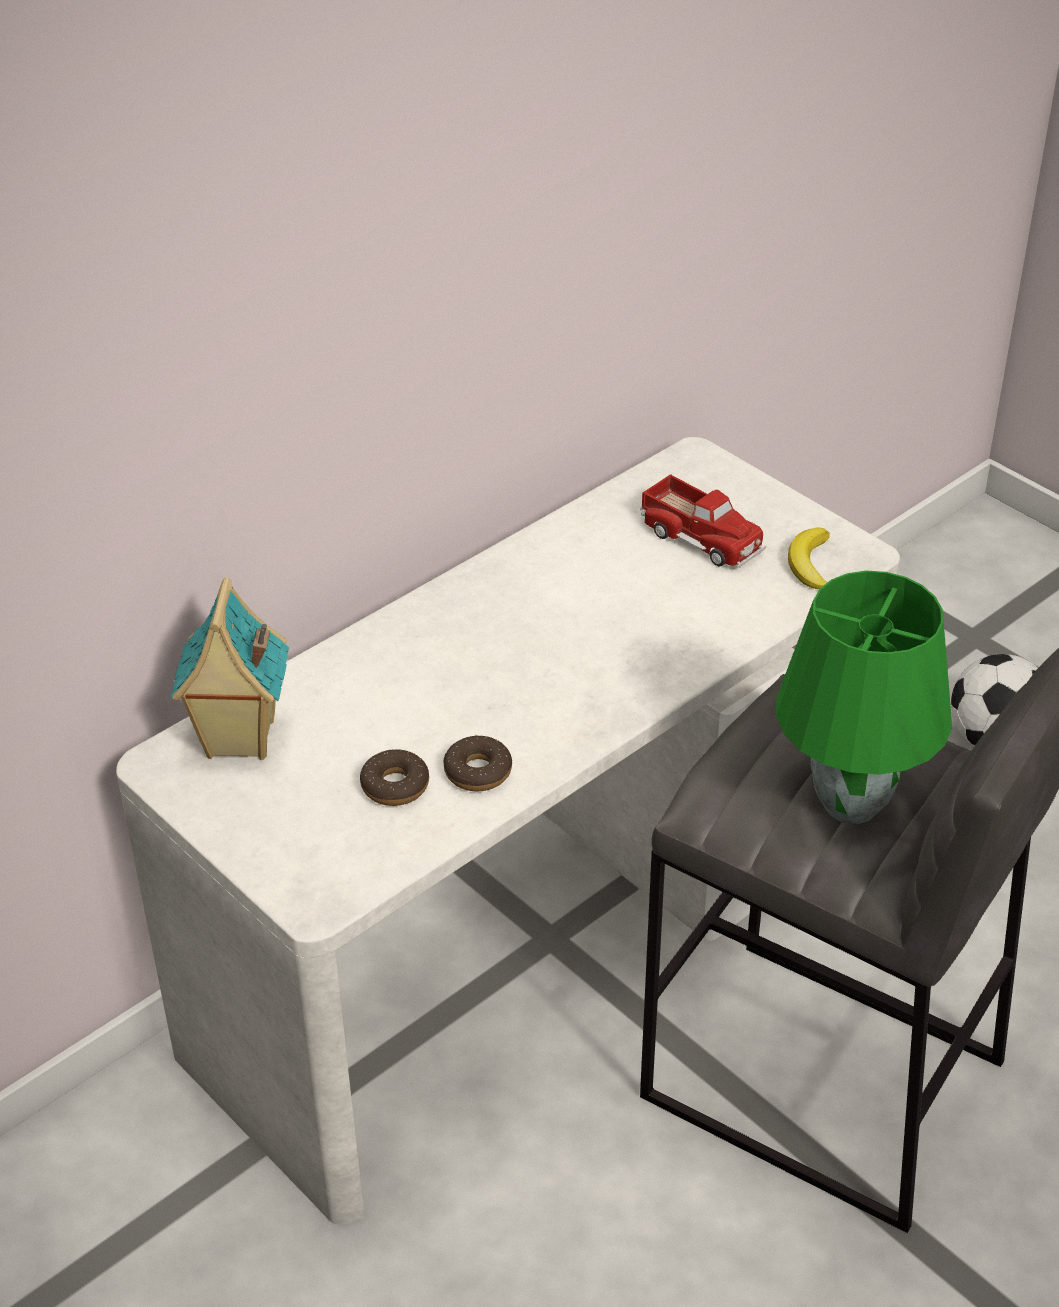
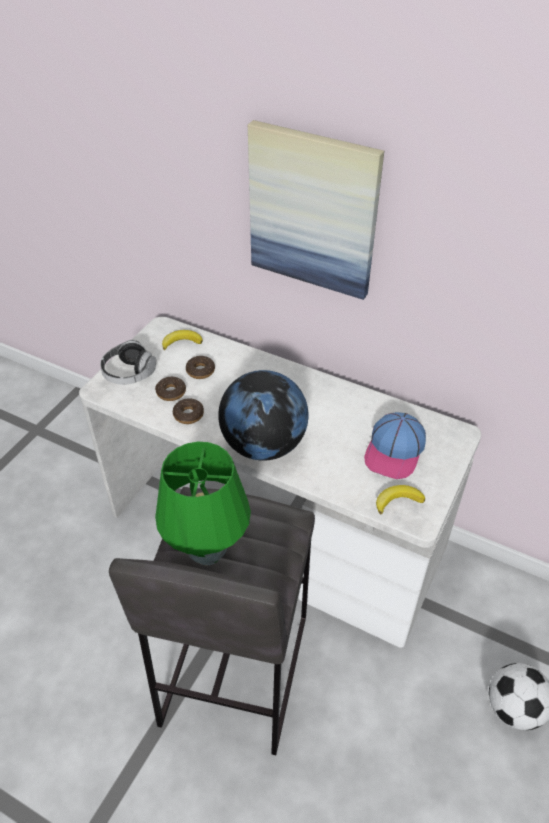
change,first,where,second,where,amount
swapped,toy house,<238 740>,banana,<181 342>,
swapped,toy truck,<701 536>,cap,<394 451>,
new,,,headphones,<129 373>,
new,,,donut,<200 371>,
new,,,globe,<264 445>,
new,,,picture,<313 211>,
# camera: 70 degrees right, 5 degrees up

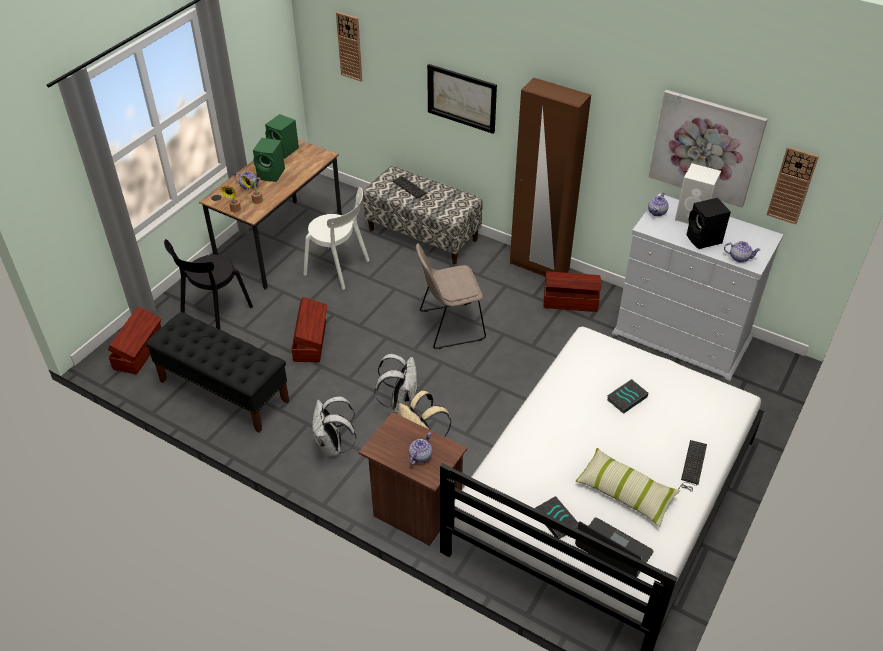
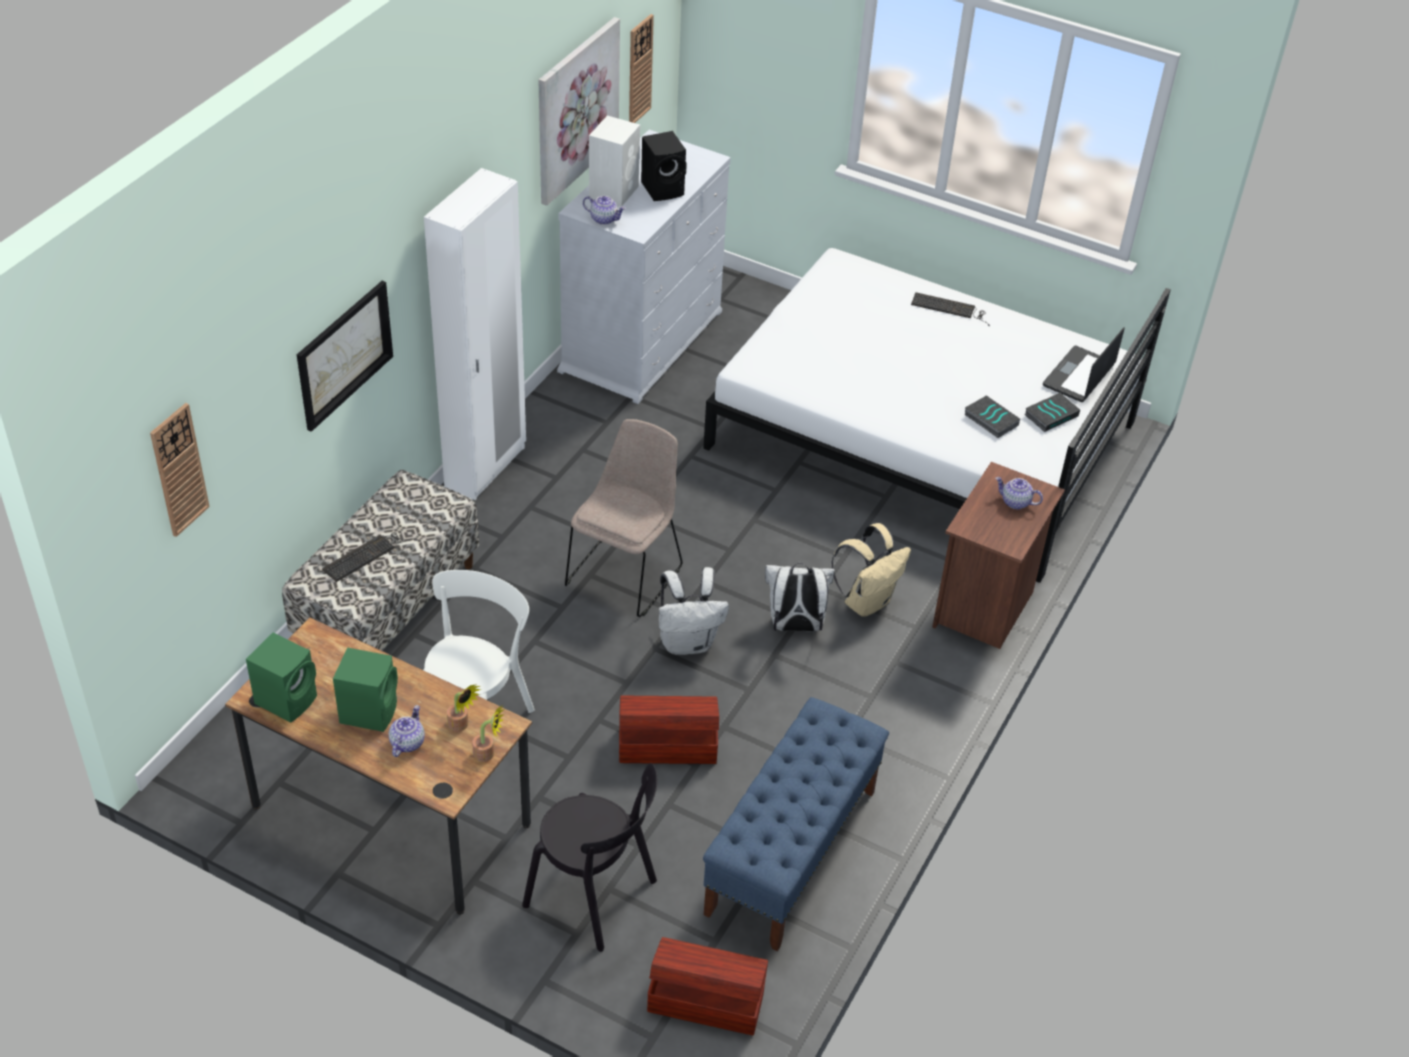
change,first,where,second,where,amount
repainted,black bench,<223 391>,blue bench,<791 852>,
shifted,white backpack,<333 447>,,<688 642>,
rotated,beige chair,<449 326>,,<625 573>,135 degrees counterclockwise
repainted,brown wardrobe,<539 267>,white wardrobe,<486 468>,
gone,brown storage box,<570 301>,,,
gone,pillow,<625 492>,,,
shifted,book,<626 398>,,<990 420>,
gone,teapot,<739 257>,,,
# camera: 95 degrees left, 0 degrees up

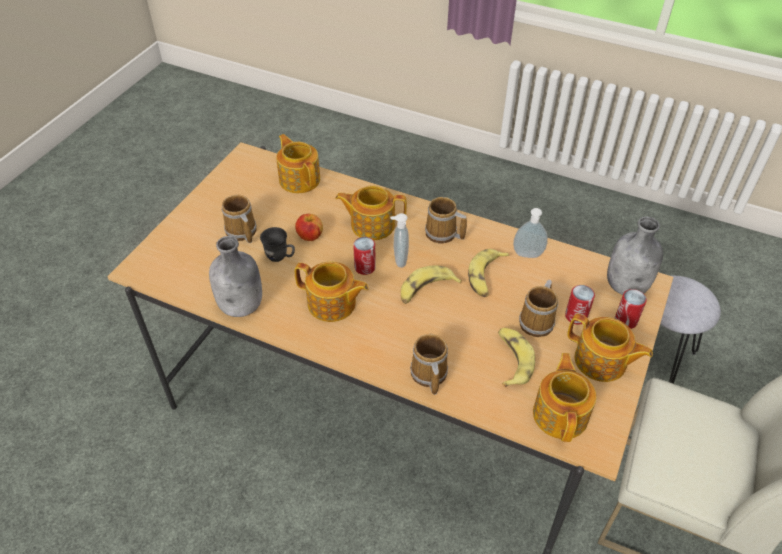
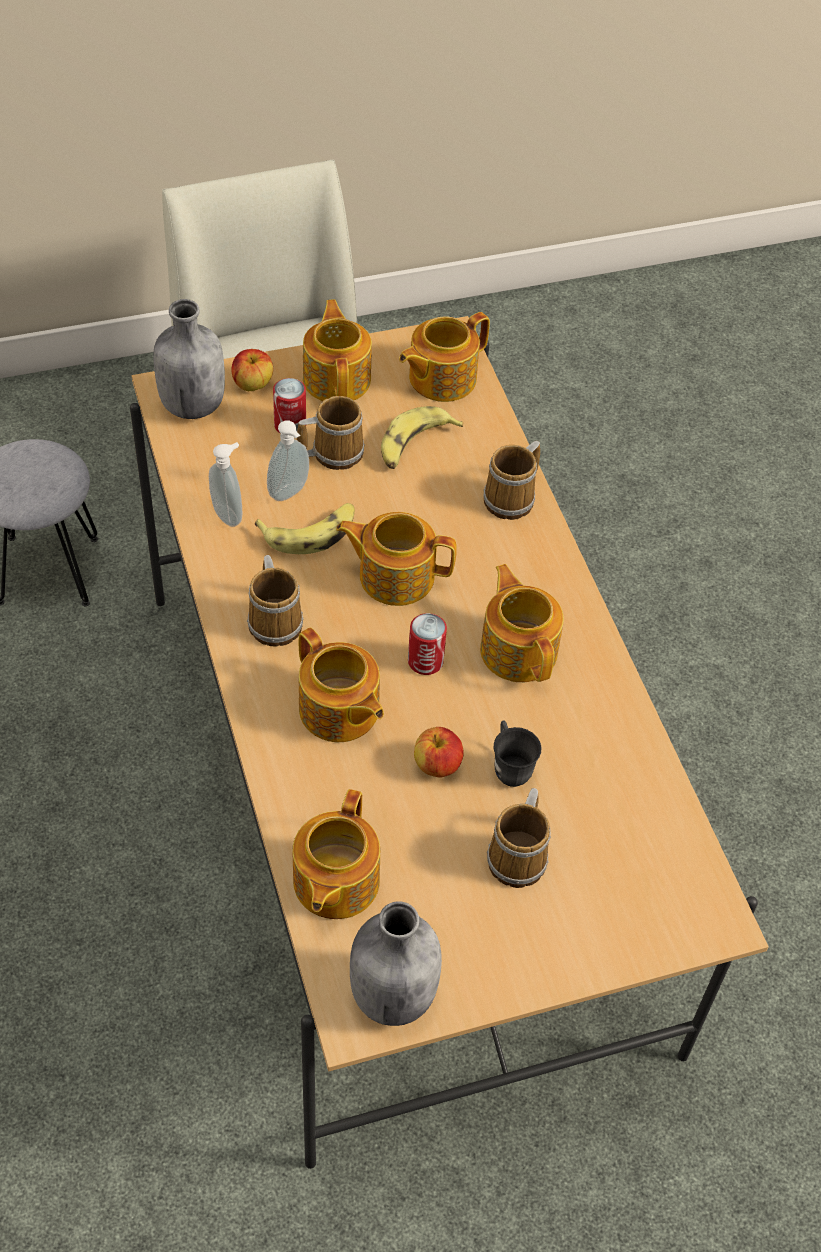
change,first,where,second,where,amount
shifted,grey bottle,<242 306>,,<391 994>,
shifted,soap dispenser,<399 260>,,<290 493>,
swapped,banana,<426 290>,teapot,<395 575>,
swapped,can,<626 320>,apple,<252 384>,
# camera: 135 degrees left, 5 degrees up

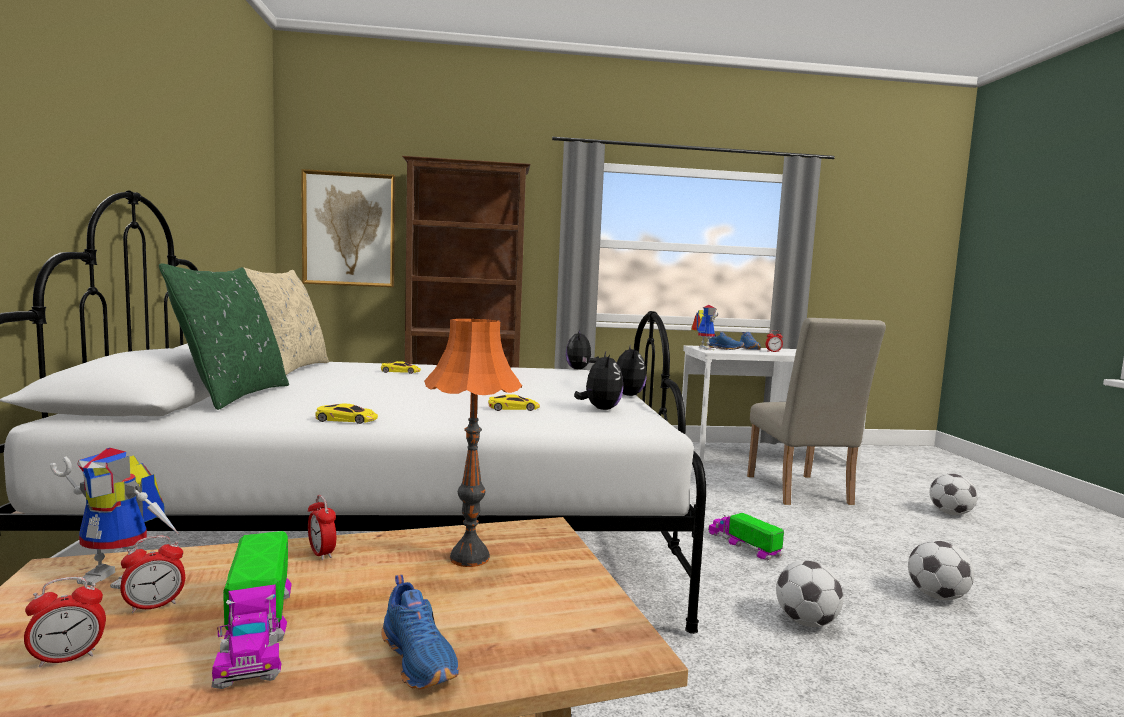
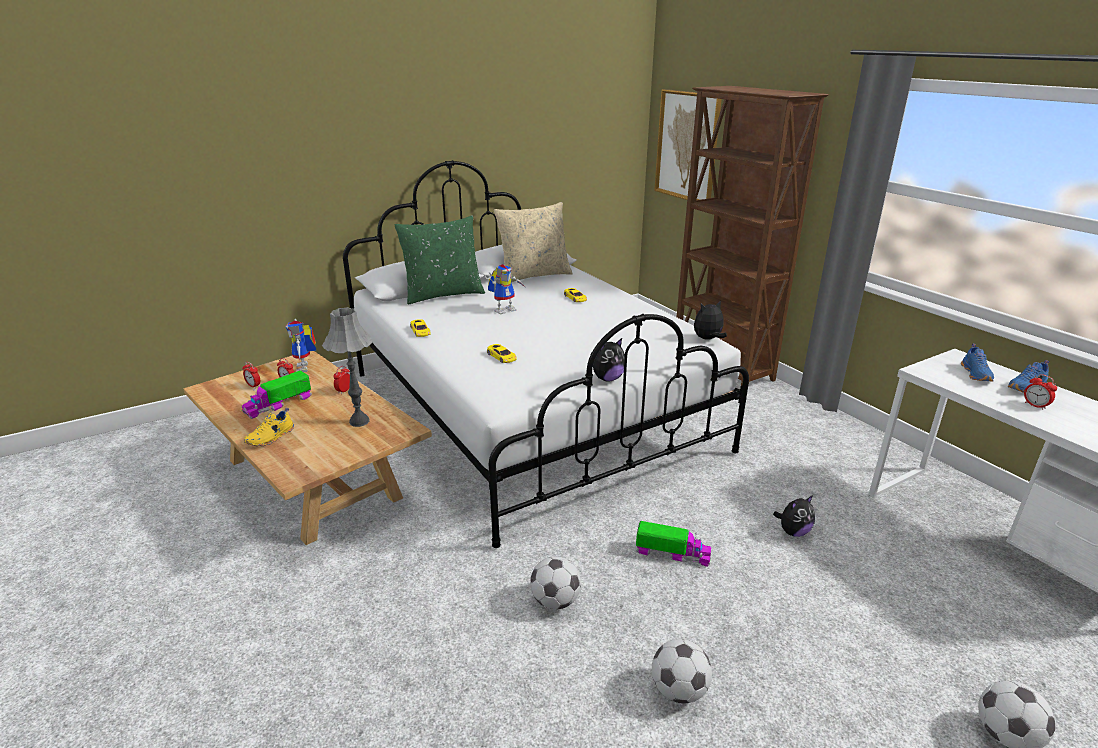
change,first,where,second,where,amount
repainted,blue shoe,<420 658>,yellow shoe,<271 438>,
repainted,orange table lamp,<469 558>,grey table lamp,<359 421>,
shifted,plush toy,<600 409>,,<793 532>,
shifted,toy robot,<702 349>,,<505 309>,
rotated,toy truck,<743 545>,,<672 553>,75 degrees clockwise
gone,beige chair,<801 492>,,,
# camera: 65 degrees right, 20 degrees up

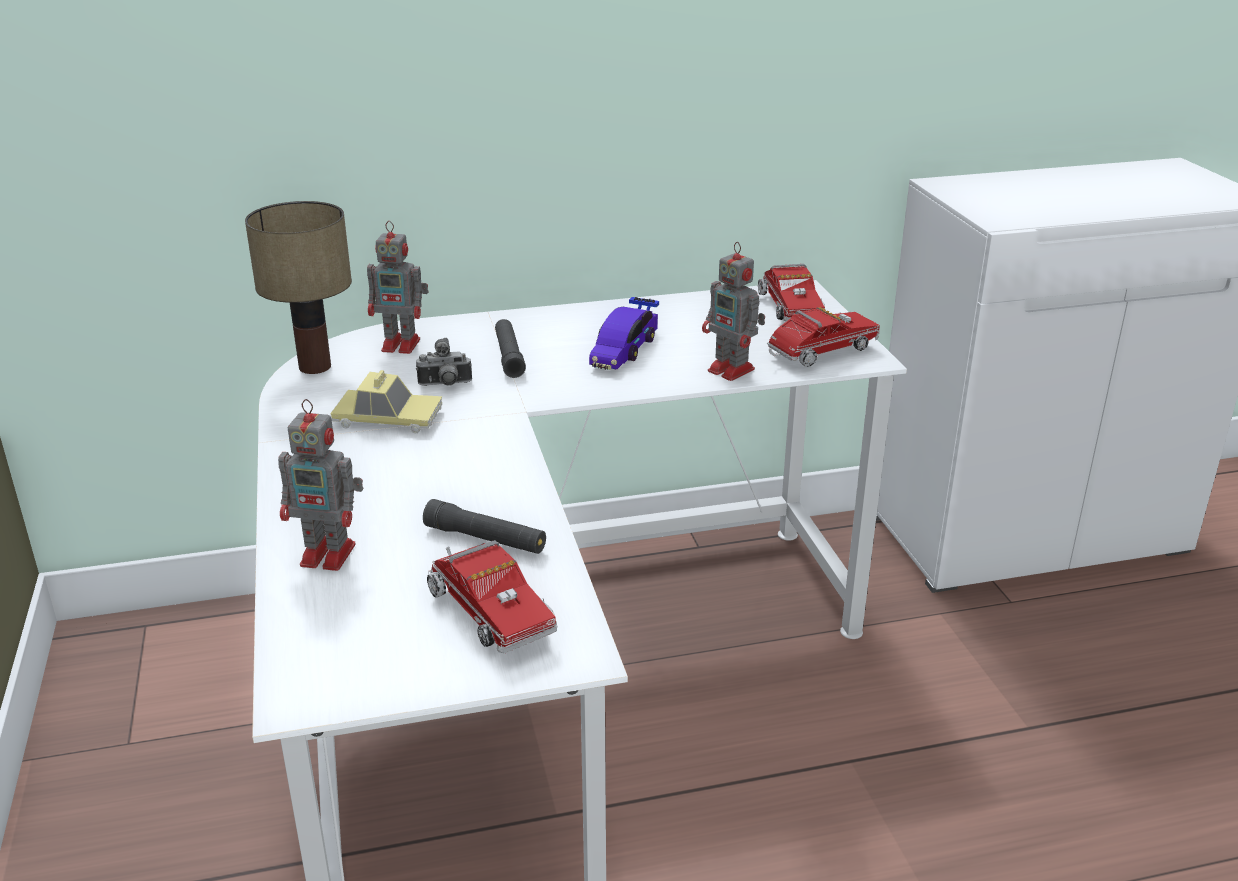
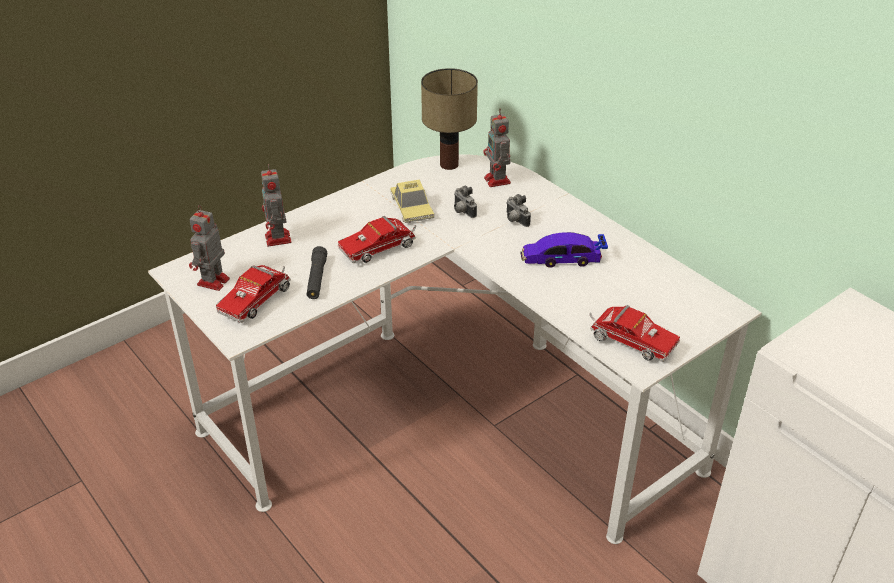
change,first,where,second,where,amount
swapped,black flashlight,<509 356>,photo camera,<515 220>,
shifted,toy robot,<733 371>,,<212 282>,
shifted,toy truck,<789 308>,,<380 248>,
# camera: 65 degrees right, 10 degrees up

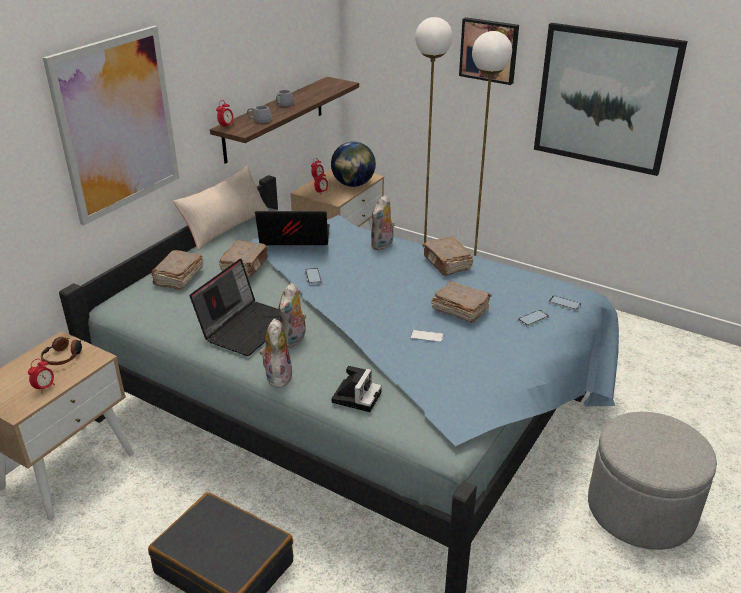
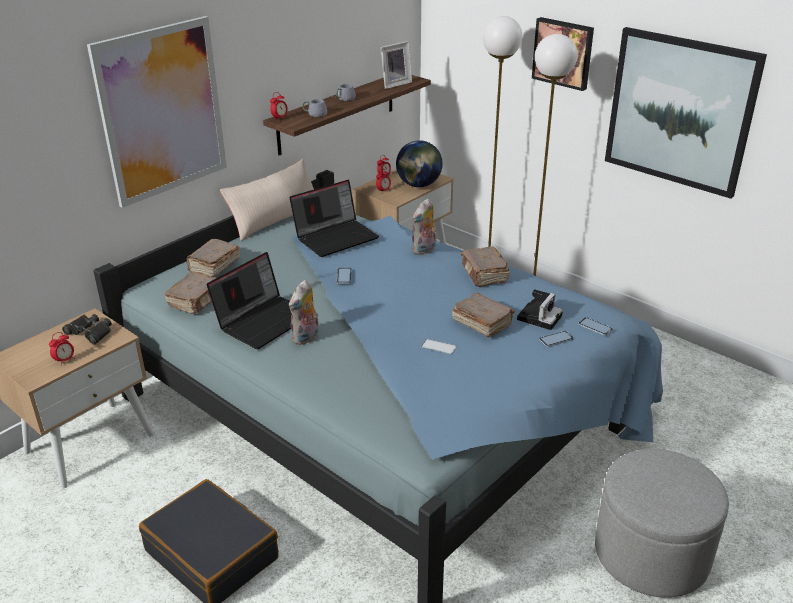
change,first,where,second,where,amount
swapped,headphones,<63 356>,black binoculars,<90 332>,
shifted,brown book,<245 266>,,<196 301>,
rotated,laptop,<293 239>,,<336 237>,135 degrees clockwise
gone,plush toy,<277 376>,,,
shifted,photo camera,<356 396>,,<539 317>,
new,,,picture frame,<394 84>,
# camera: 10 degrees right, 0 degrees up

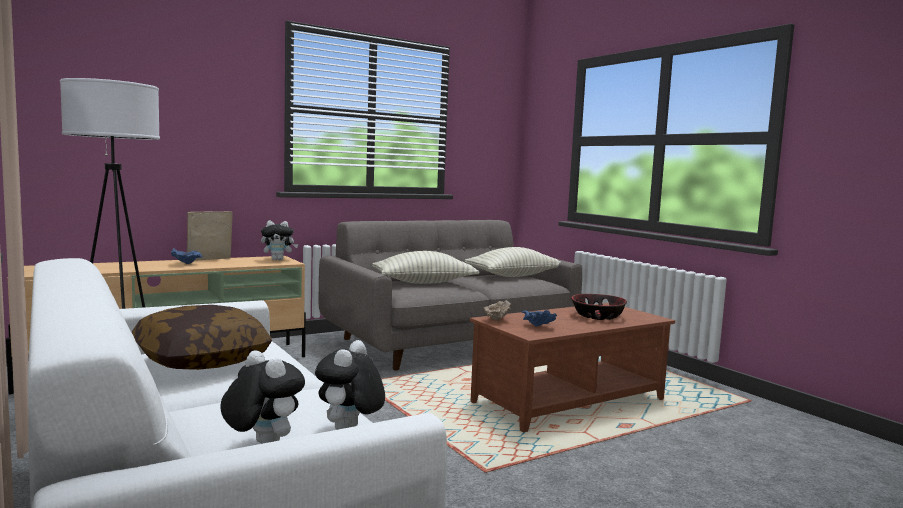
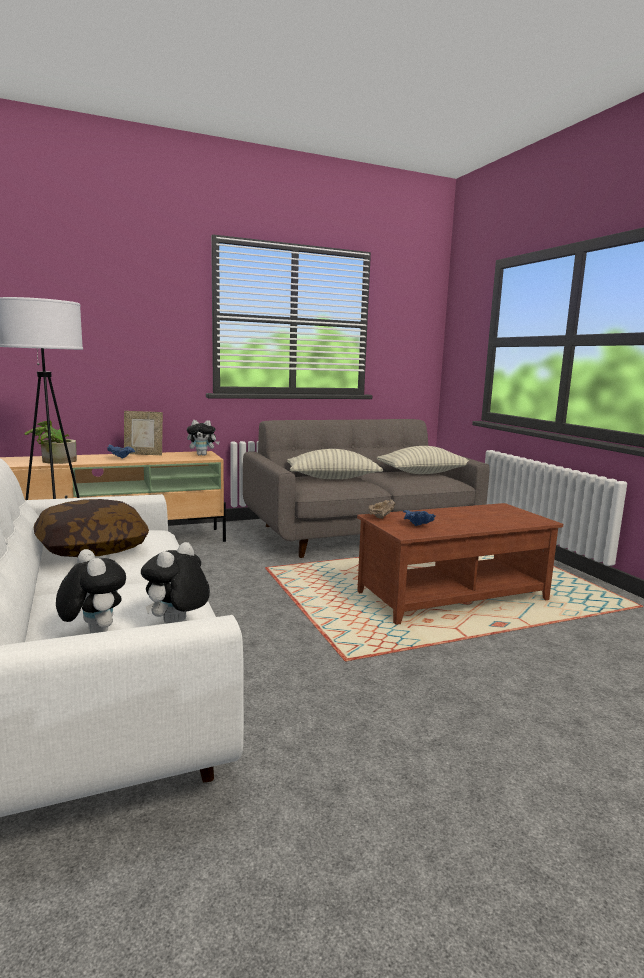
change,first,where,second,where,amount
rotated,picture frame,<209 260>,,<144 454>,150 degrees counterclockwise
gone,bowl,<597 316>,,,
new,,,potted plant,<54 461>,
# camera: 10 degrees right, 5 degrees up

